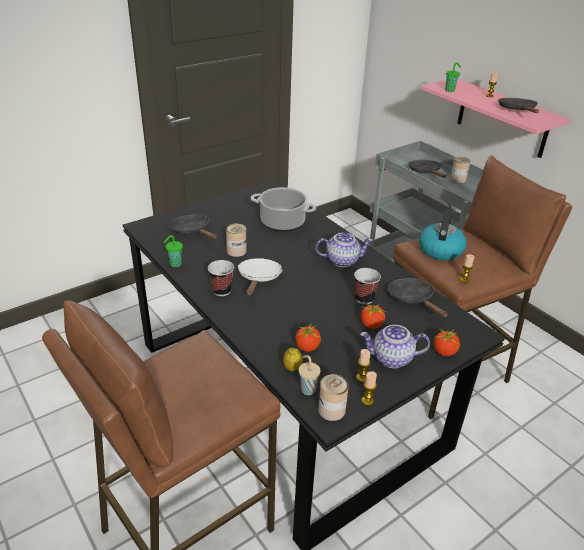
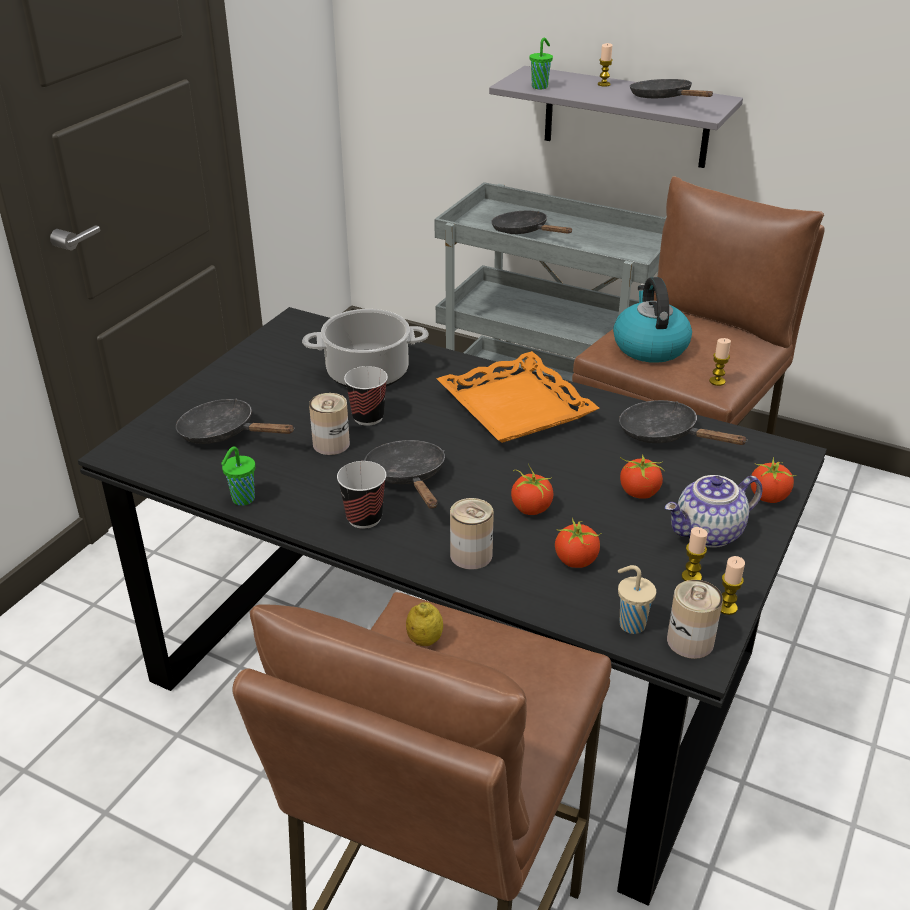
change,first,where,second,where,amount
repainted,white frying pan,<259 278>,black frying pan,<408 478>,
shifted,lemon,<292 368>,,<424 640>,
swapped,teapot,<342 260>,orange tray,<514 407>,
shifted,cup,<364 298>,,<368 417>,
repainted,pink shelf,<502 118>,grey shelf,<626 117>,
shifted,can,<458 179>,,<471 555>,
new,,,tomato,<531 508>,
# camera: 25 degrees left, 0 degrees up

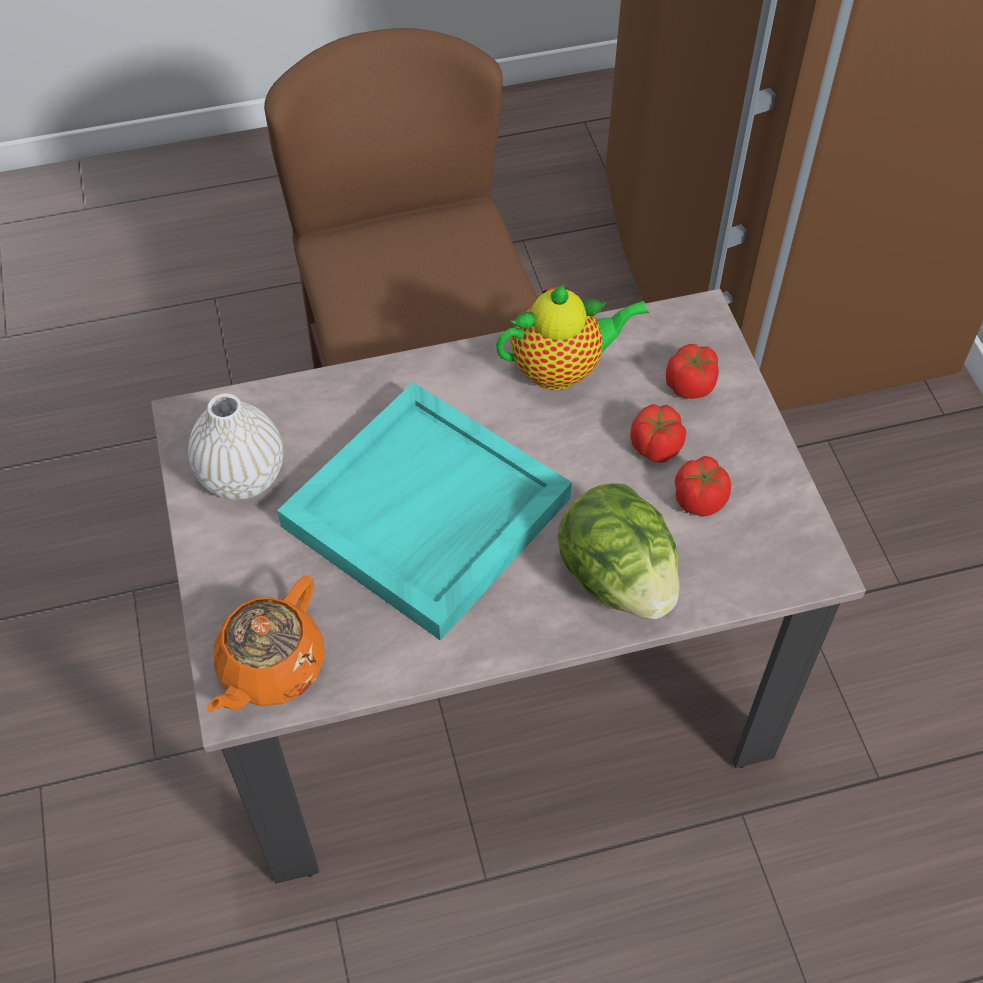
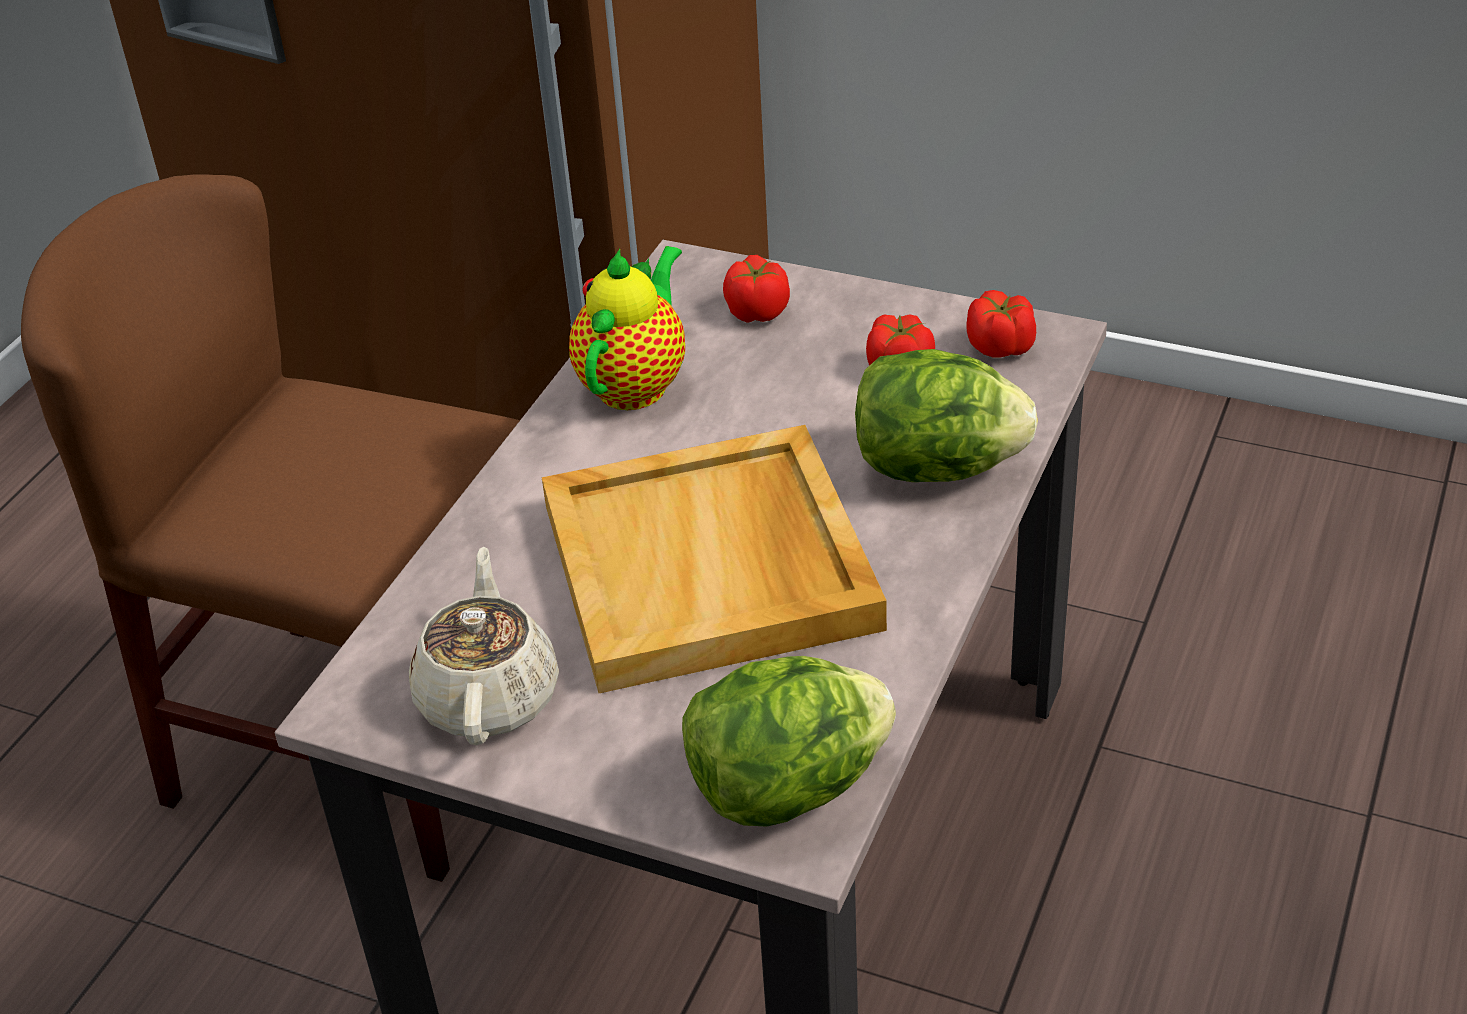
change,first,where,second,where,amount
swapped,white vase,<242 476>,beige teapot,<489 696>,
swapped,orange teapot,<270 668>,lettuce,<787 788>,
repainted,turquoise tray,<426 515>,beige tray,<712 567>,
shifted,tomato,<656 446>,,<1001 347>,
# camera: 50 degrees left, 15 degrees down

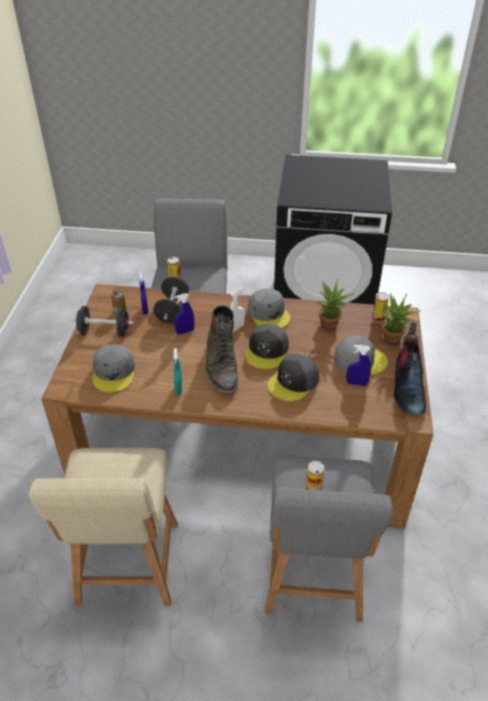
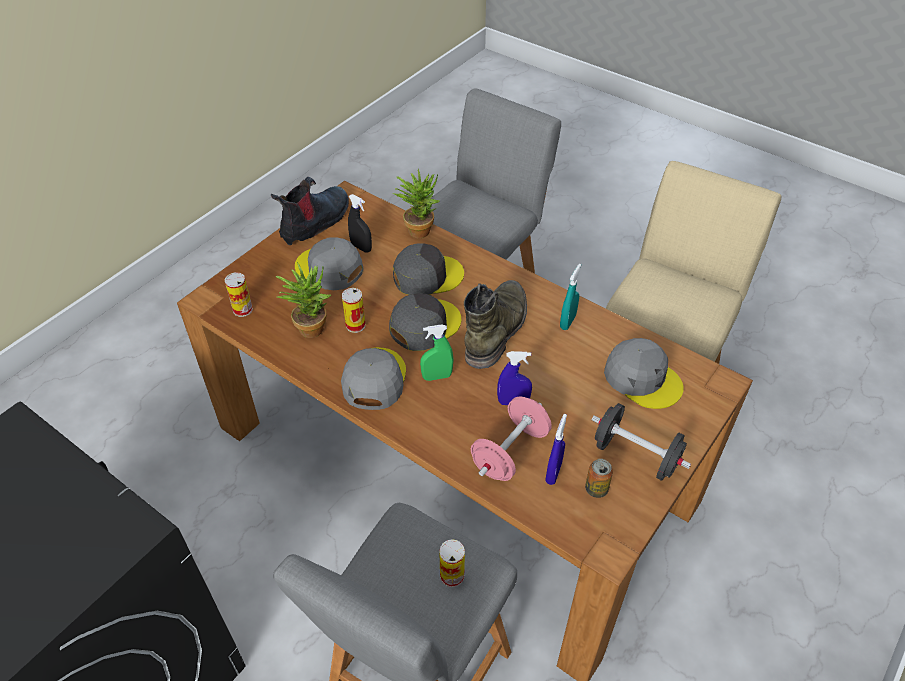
change,first,where,second,where,amount
rotated,grey cap,<114 372>,,<642 378>,105 degrees clockwise
repainted,black dumbbell,<172 310>,pink dumbbell,<510 452>,
repainted,white spray bottle,<236 328>,green spray bottle,<437 376>,
shifted,can,<313 488>,,<355 325>,
repainted,blue spray bottle,<356 383>,black spray bottle,<361 247>,
shifted,potted plant,<394 339>,,<419 228>,
# camera: 150 degrees left, 5 degrees up

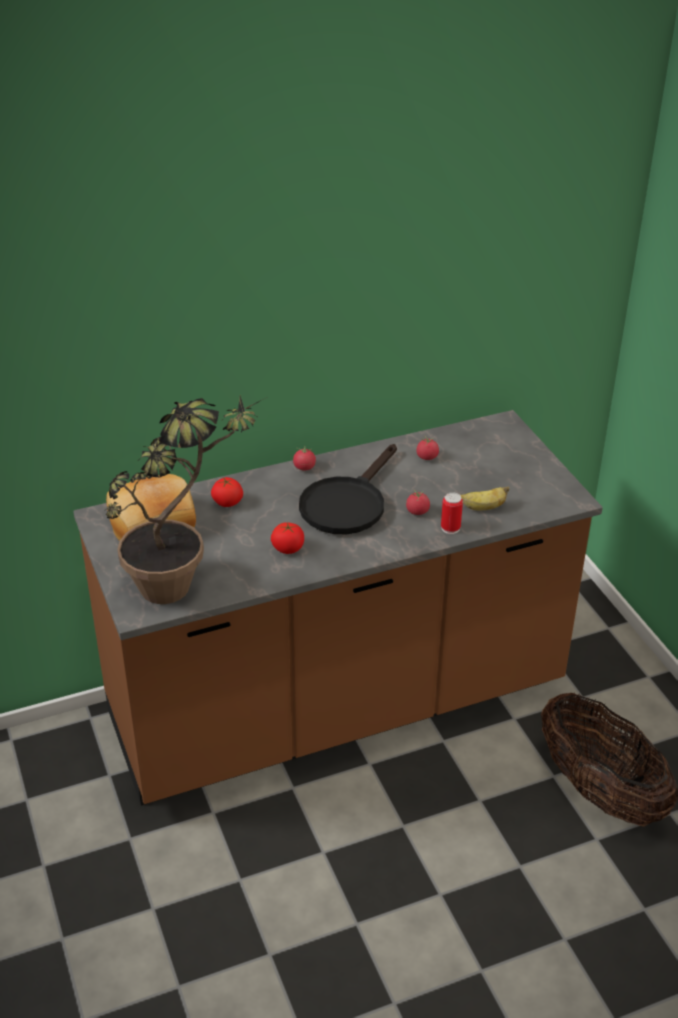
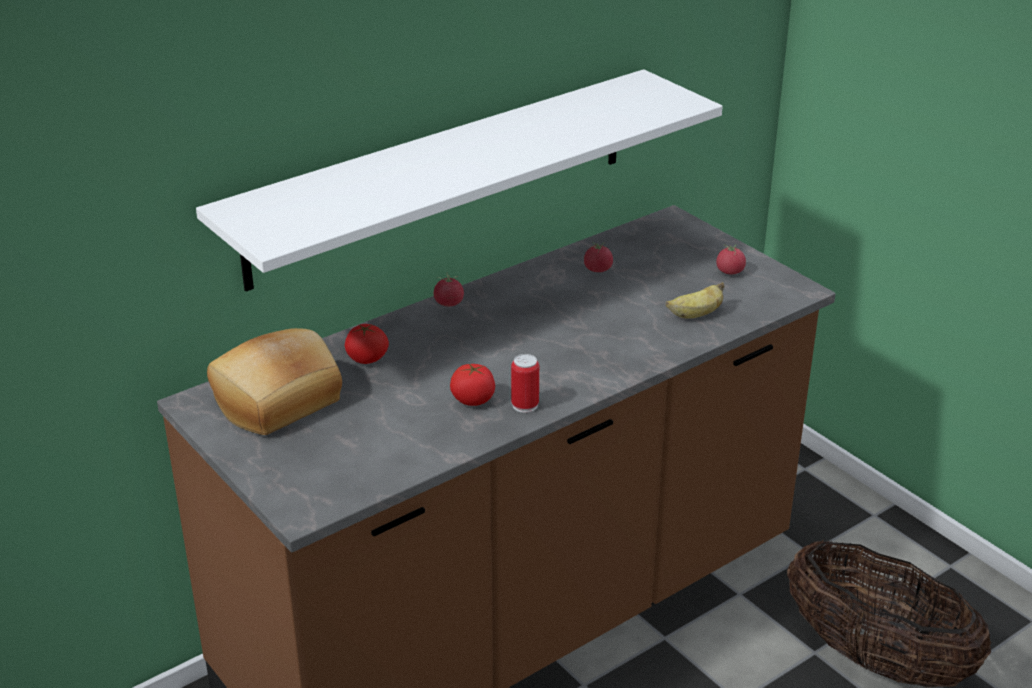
change,first,where,second,where,amount
gone,potted plant,<183 583>,,,
gone,black frying pan,<347 503>,,,
shifted,tomato,<417 511>,,<730 272>,
shifted,can,<450 528>,,<525 405>,
new,,,white shelf,<442 176>,
# camera: 15 degrees left, 5 degrees down

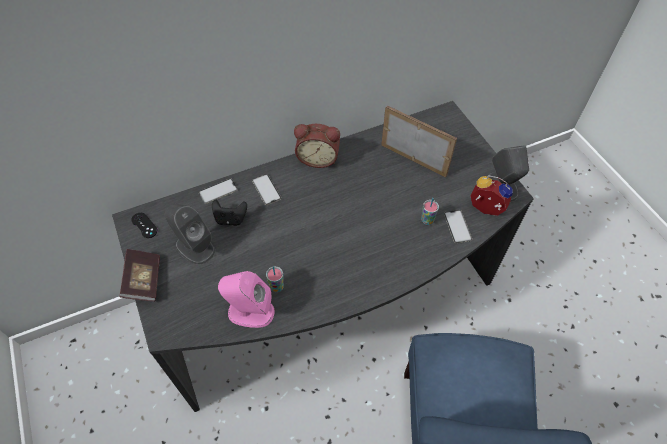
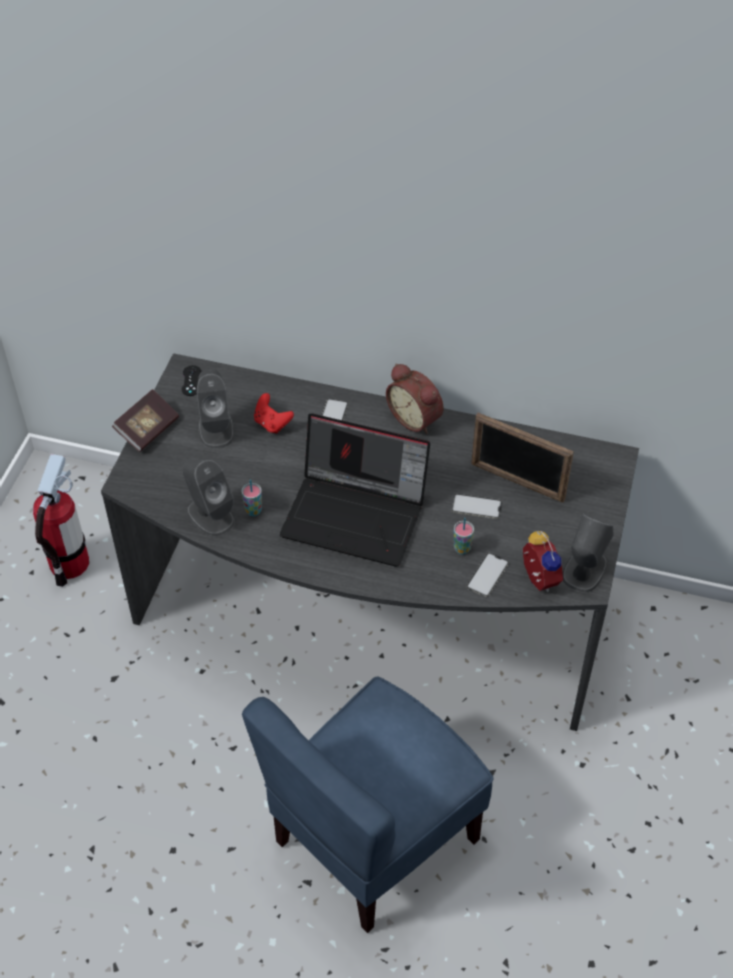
change,first,where,second,where,amount
shifted,phone,<218 191>,,<476 506>,
repainted,black game controller,<230 219>,red game controller,<272 423>,
repainted,pink speaker,<250 312>,grey speaker,<210 515>,
rotated,picture frame,<413 159>,,<517 482>,135 degrees clockwise
new,,,fire extinguisher,<69 563>,
new,,,laptop,<357 515>,
# camera: 40 degrees right, 5 degrees down

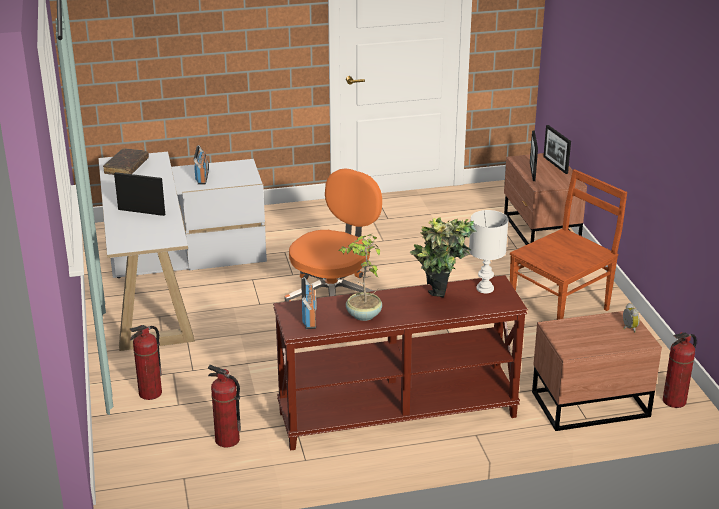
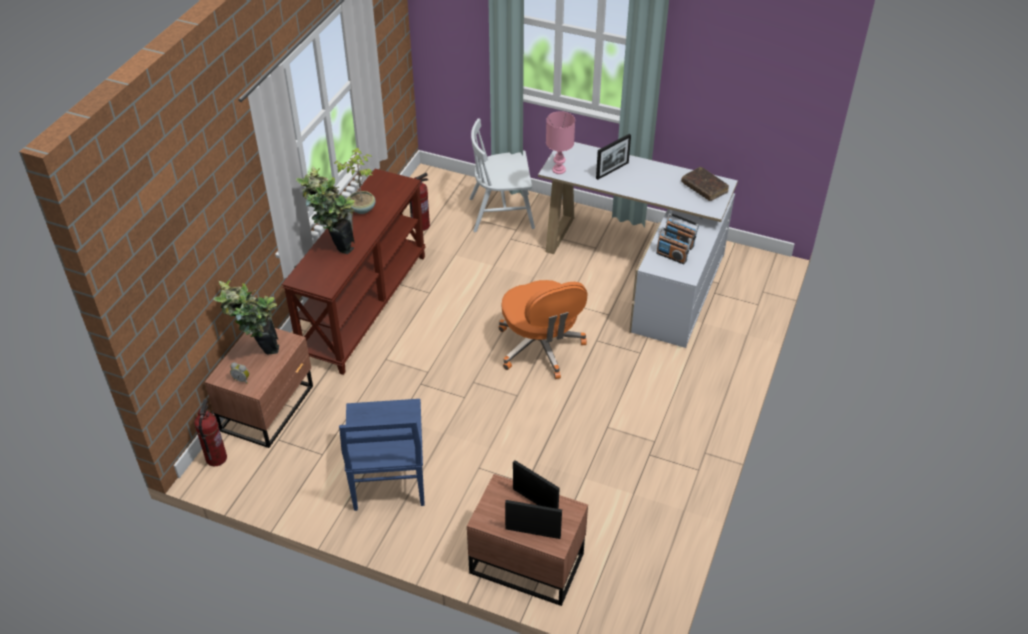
change,first,where,second,where,amount
swapped,fire extinguisher,<150 393>,white chair,<502 213>,
shifted,radio,<309 318>,,<671 256>,
gone,white table lamp,<485 289>,,,
repainted,brown chair,<560 308>,blue chair,<388 478>,
new,,,potted plant,<257 352>,
new,,,pink table lamp,<558 170>,
# camera: 125 degrees right, 15 degrees up

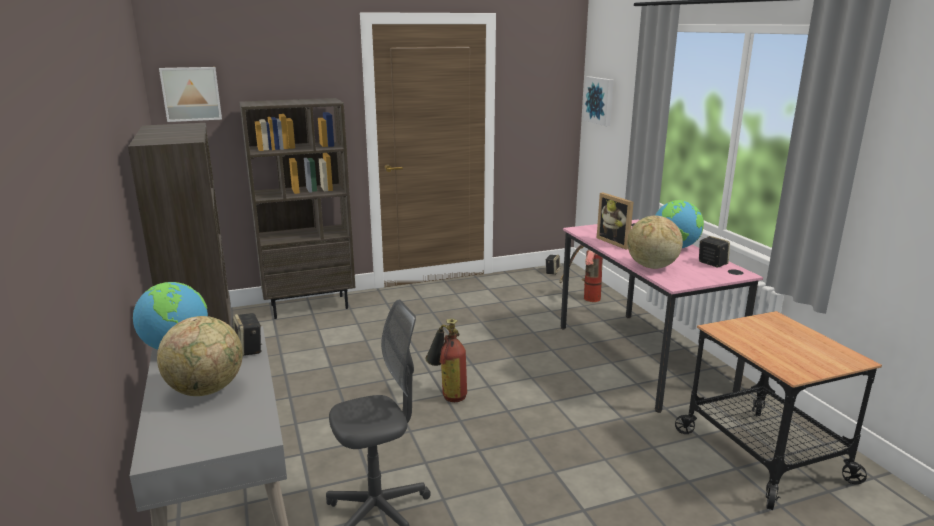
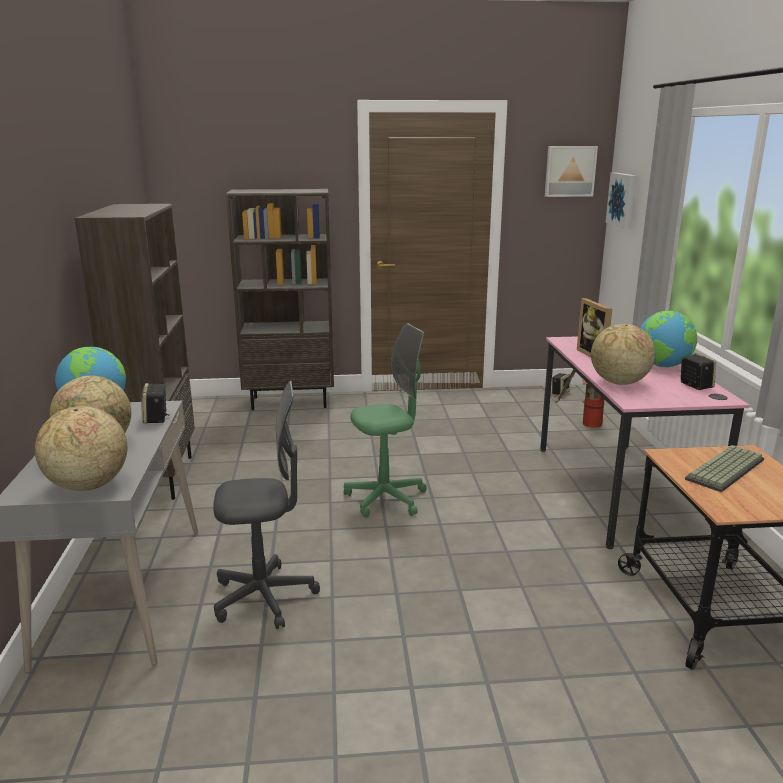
change,first,where,second,where,amount
shifted,picture,<191 94>,,<569 171>,
swapped,fire extinguisher,<447 393>,green office chair,<386 499>,
new,,,globe,<87 486>,
new,,,keyboard,<726 470>,
# camera: 15 degrees right, 0 degrees up

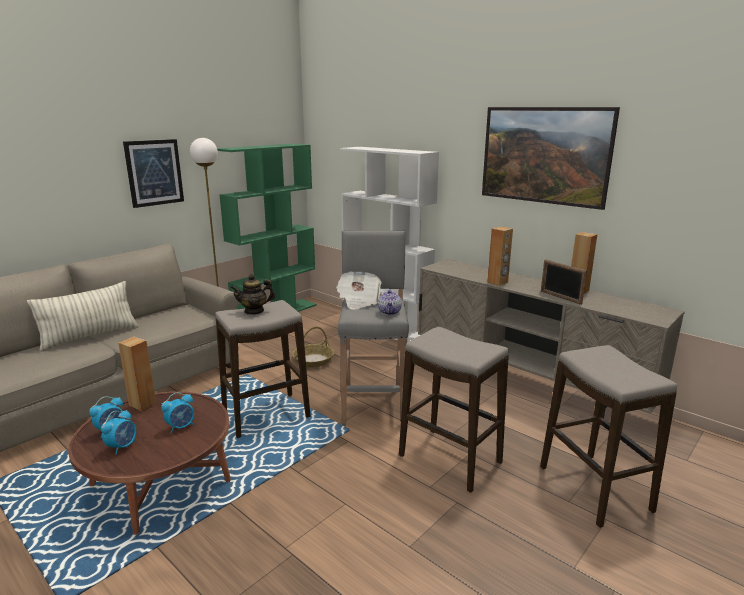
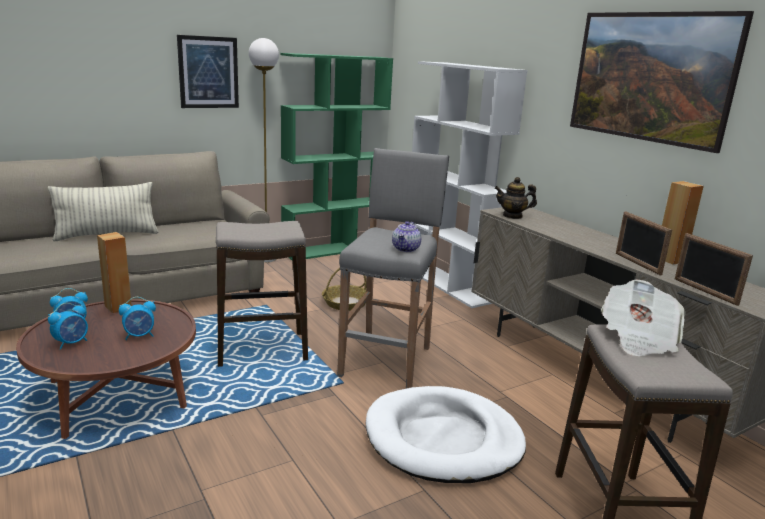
change,first,where,second,where,amount
shifted,teapot,<254 311>,,<512 216>,
shifted,newspaper,<358 301>,,<638 338>,
swapped,stool,<449 459>,white dog bed,<443 439>,
gone,brown speaker,<498 282>,,,
new,,,picture frame,<704 291>,
# camera: 15 degrees right, 0 degrees up

